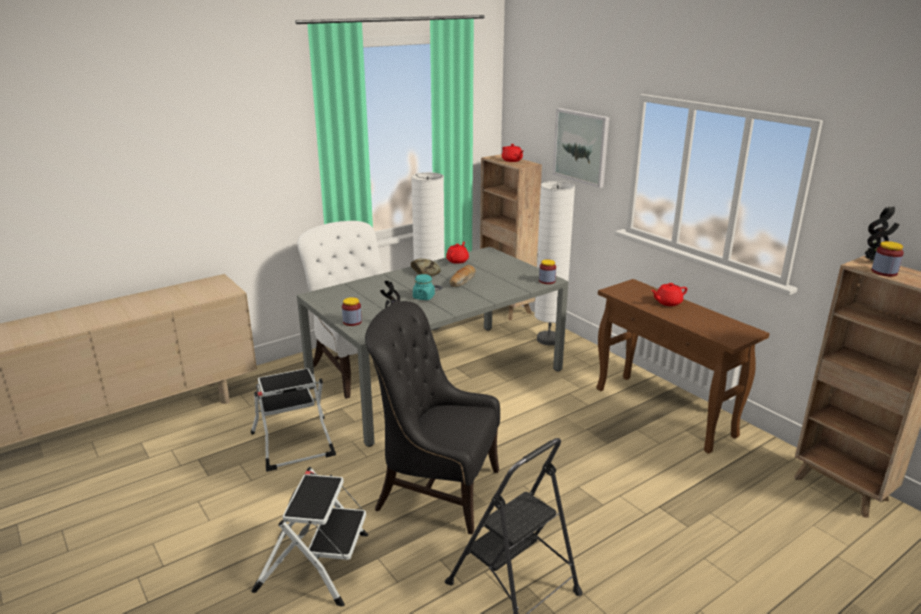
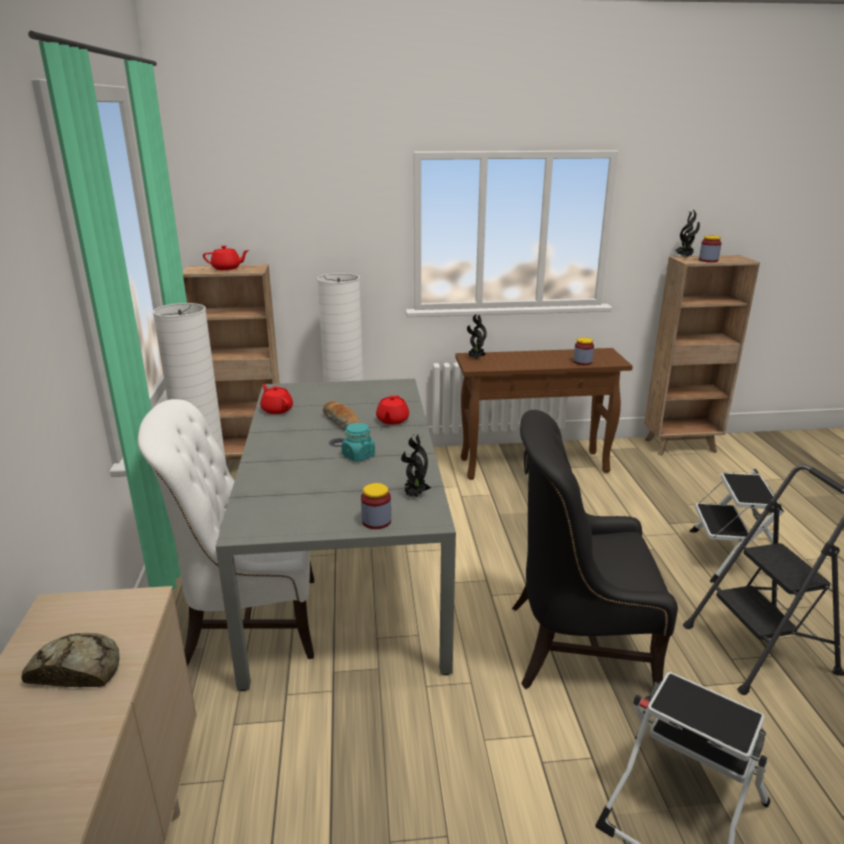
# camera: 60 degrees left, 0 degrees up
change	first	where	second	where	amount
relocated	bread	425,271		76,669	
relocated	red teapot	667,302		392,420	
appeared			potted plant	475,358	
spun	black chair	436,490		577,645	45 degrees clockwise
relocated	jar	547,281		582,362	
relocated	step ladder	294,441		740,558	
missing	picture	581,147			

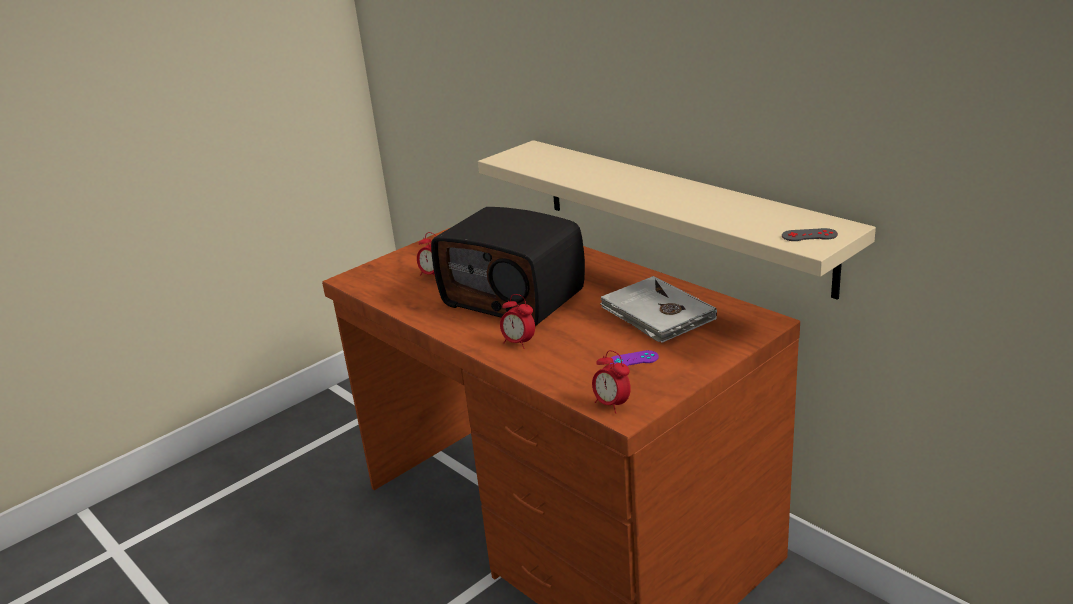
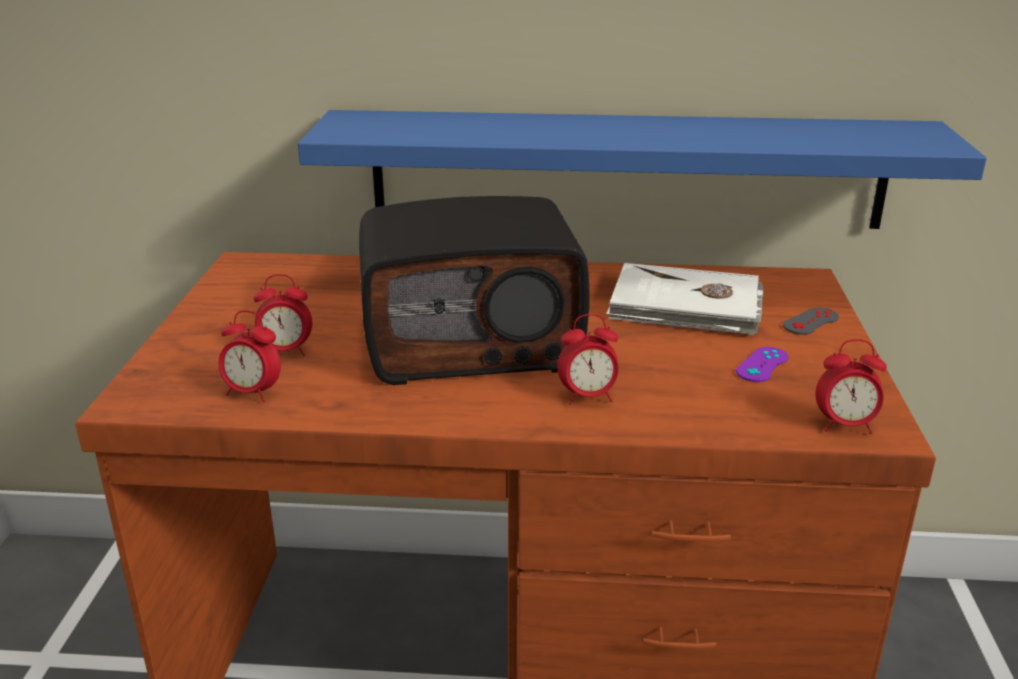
# camera: 45 degrees left, 0 degrees up
change	first	where	second	where	amount
appeared			alarm clock	253,393	
colour	beige shelf	679,213	blue shelf	626,169	
relocated	grey game controller	809,235		810,322	

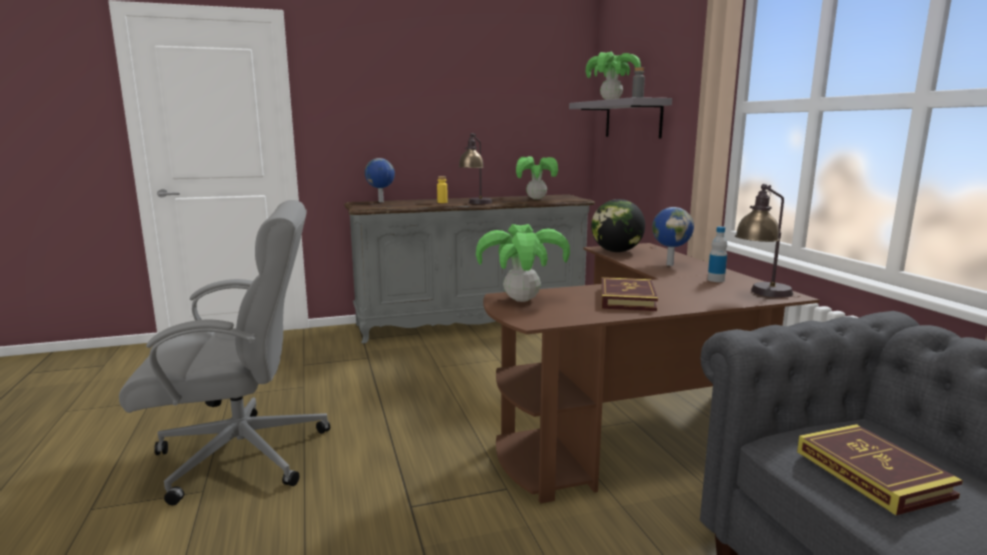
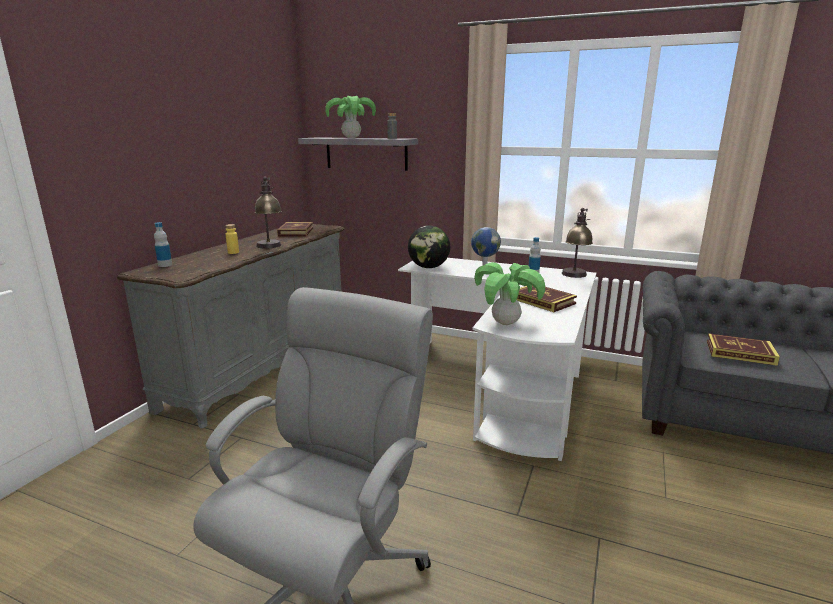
# camera: 50 degrees left, 5 degrees up
change	first	where	second	where	amount
exchanged	globe	381,202	bottle	165,265	
exchanged	potted plant	536,198	book	296,232	
colour	brown desk	640,421	white desk	505,384	

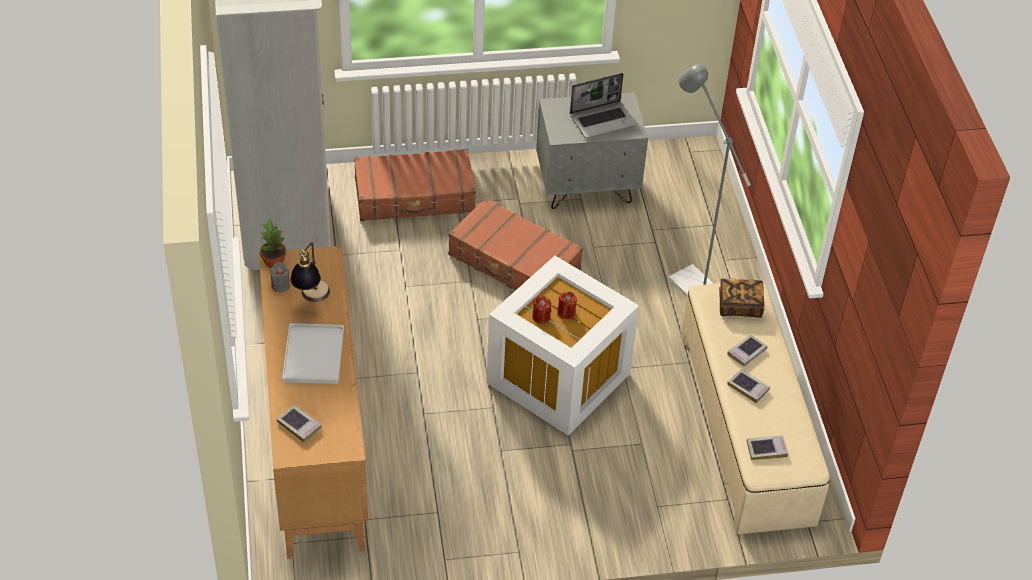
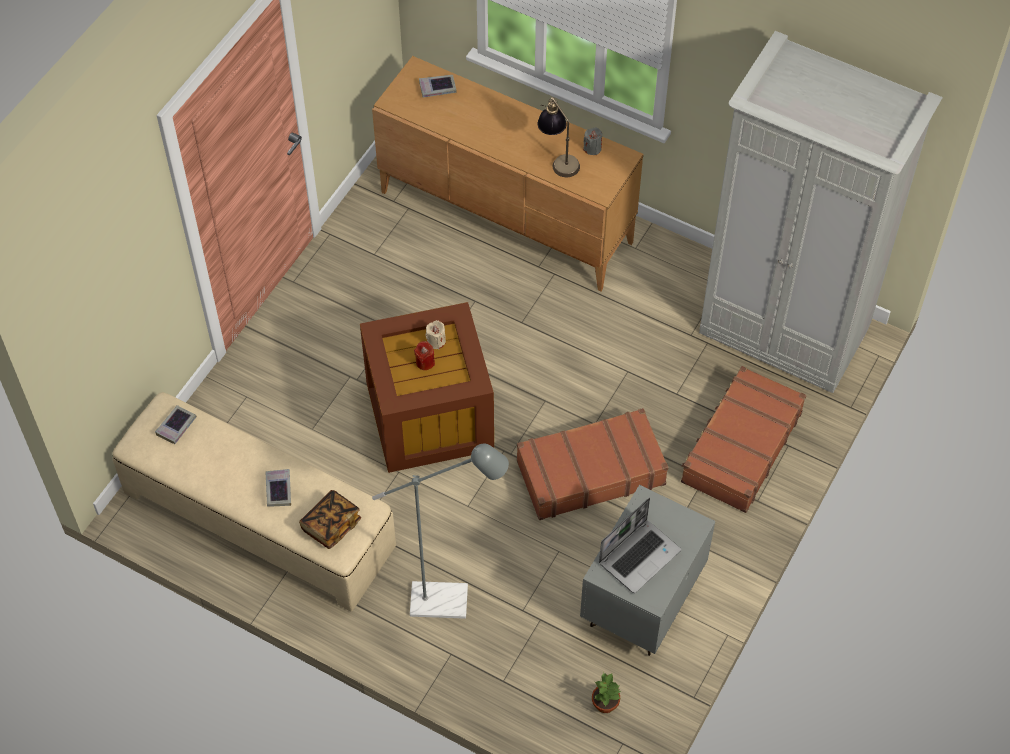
# camera: 130 degrees right, 10 degrees up
change	first	where	second	where	amount
colour	white storage box	558,380	brown storage box	427,415	
colour	red candle	541,317	beige candle	436,341	
relocated	potted plant	273,261		605,704	
spun	laptop	603,120		639,555	150 degrees counterclockwise
missing	white tray	314,356			
missing	book	748,387			

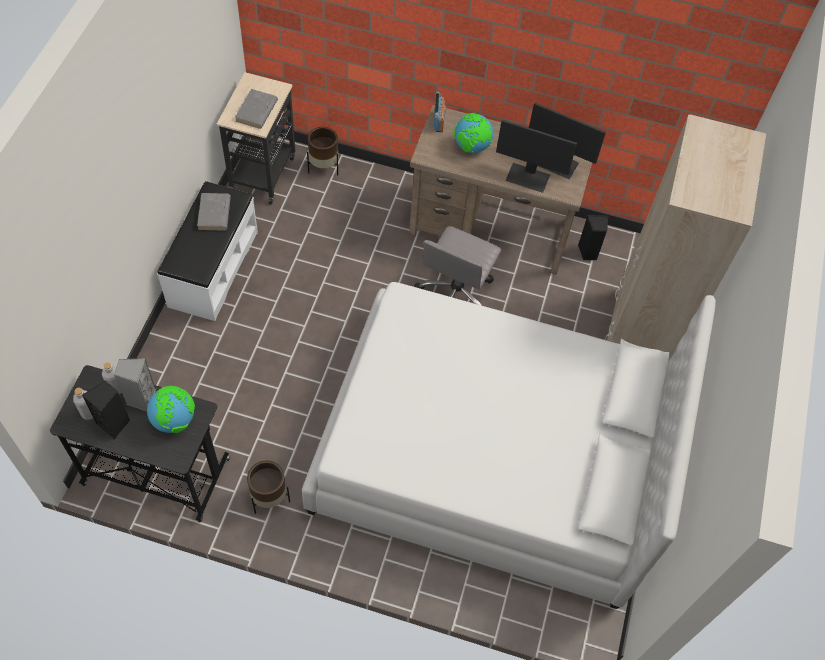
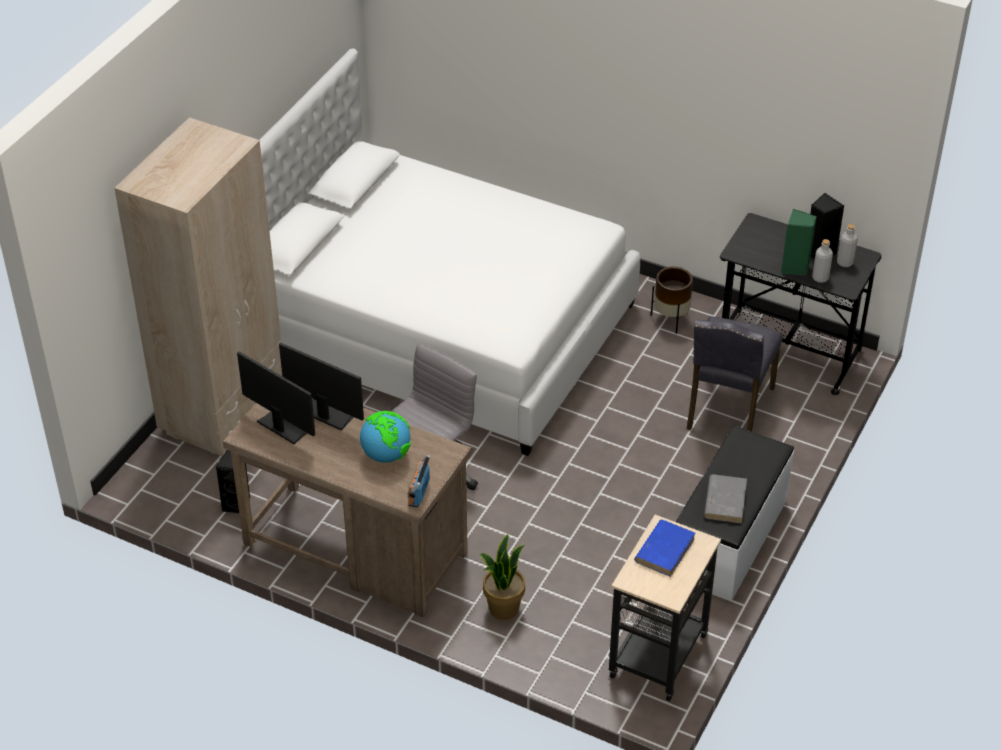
# camera: 165 degrees left, 15 degrees down
change	first	where	second	where	amount
appeared			potted plant	503,608	
colour	grey book	256,111	blue book	665,549	
appeared			grey chair	727,409	
colour	grey speaker	141,398	green speaker	795,268	
missing	globe	174,420			
missing	brown planter	324,167			

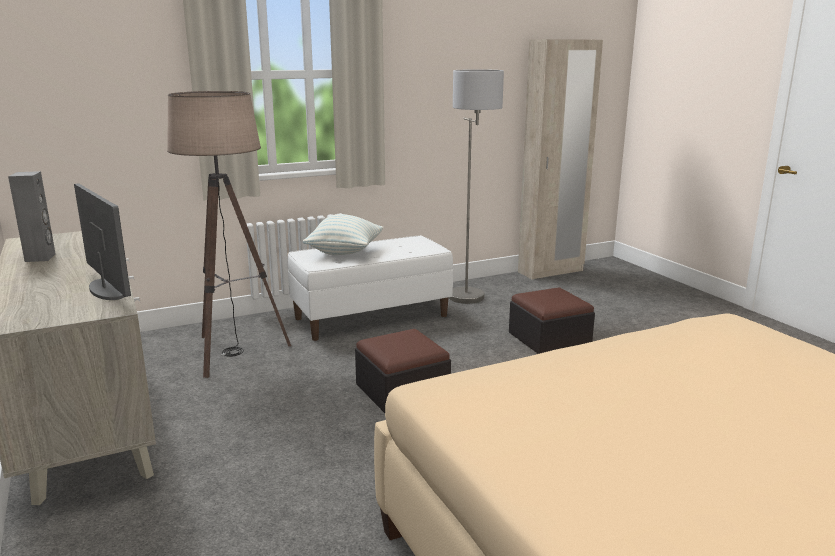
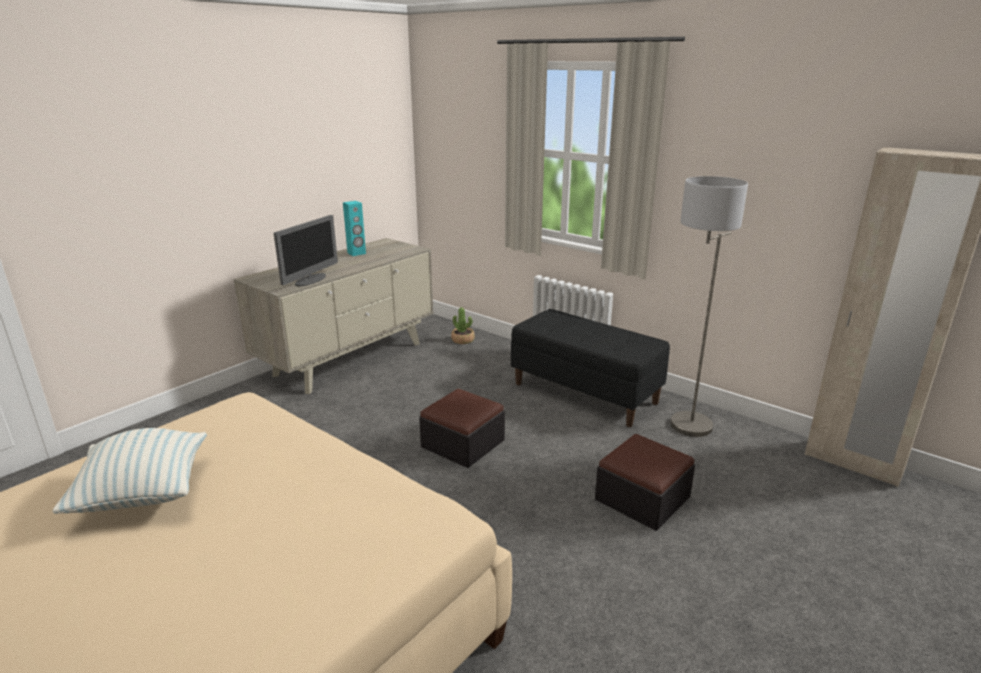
# camera: 65 degrees right, 5 degrees up
change	first	where	second	where	amount
relocated	pillow	345,252		143,495	
colour	grey speaker	41,258	turquoise speaker	356,253	
appeared			potted plant	463,340	
colour	white bench	371,317	black bench	585,393	
missing	floor lamp	234,352			

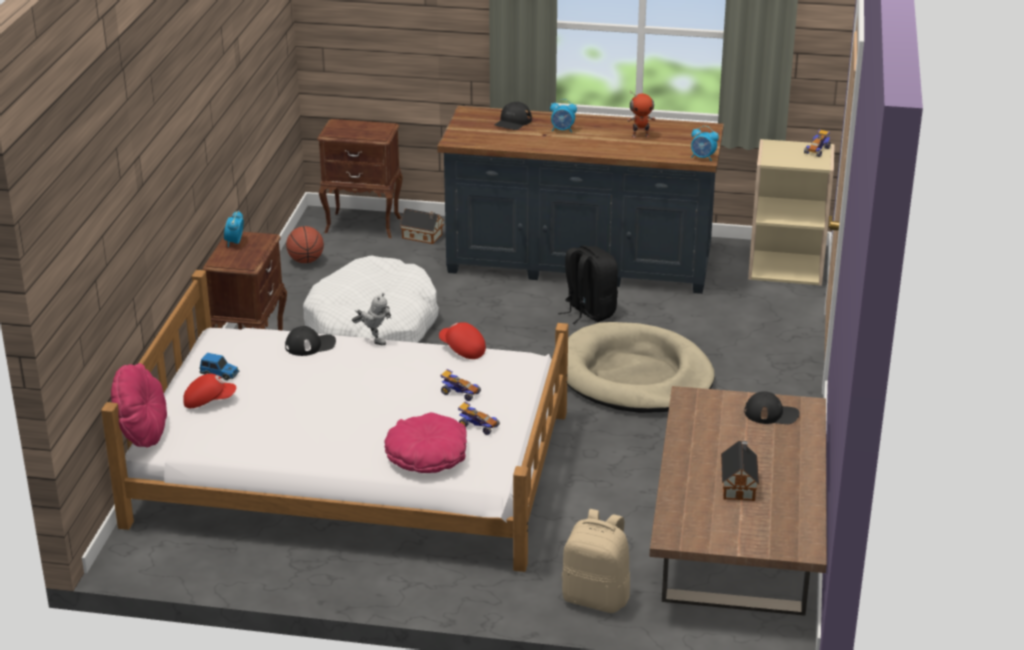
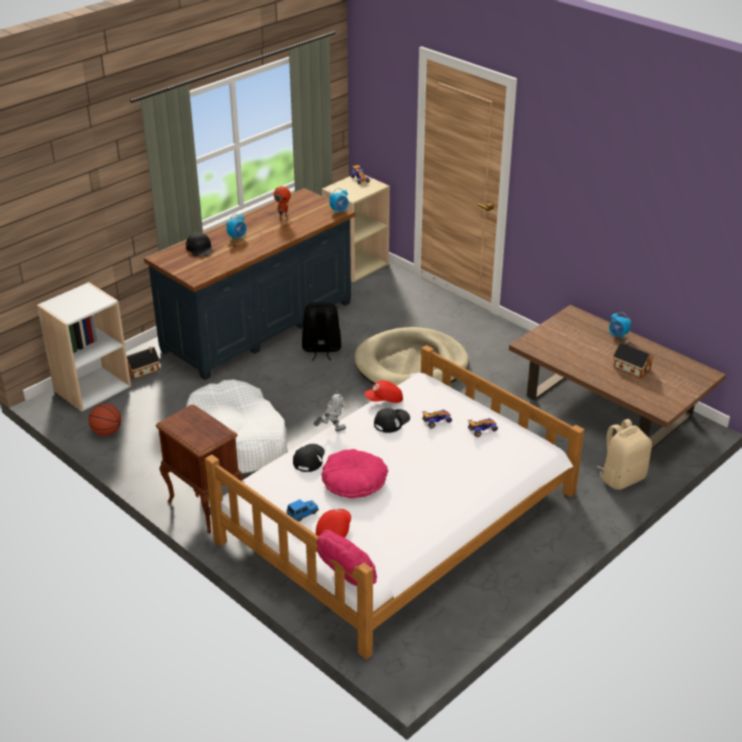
# camera: 55 degrees left, 5 degrees up
change	first	where	second	where	amount
exchanged	brown nightstand	363,225	white bookcase	92,388	
relocated	pink pillow	426,455		353,482	
relocated	black cap	771,414		391,421	
relocated	alarm clock	234,242		617,336	

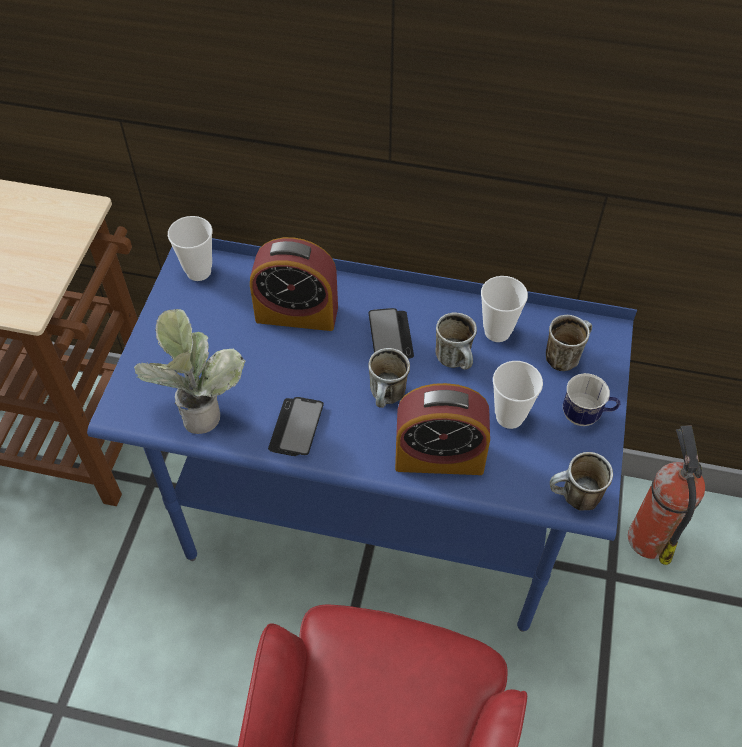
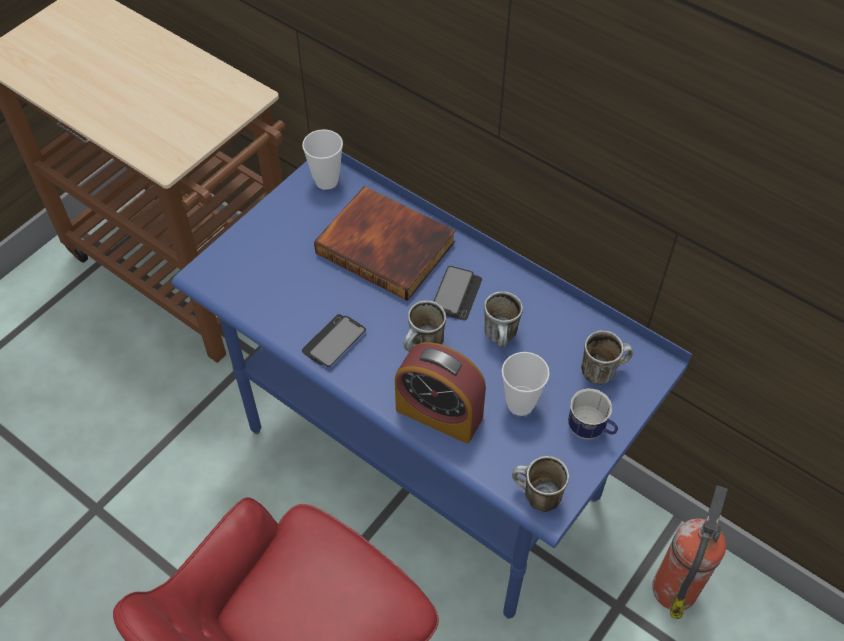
# camera: 25 degrees right, 0 degrees up
change	first	where	second	where	amount
exchanged	alarm clock	297,313	book	387,246	
missing	potted plant	199,409			
missing	cup	497,331			

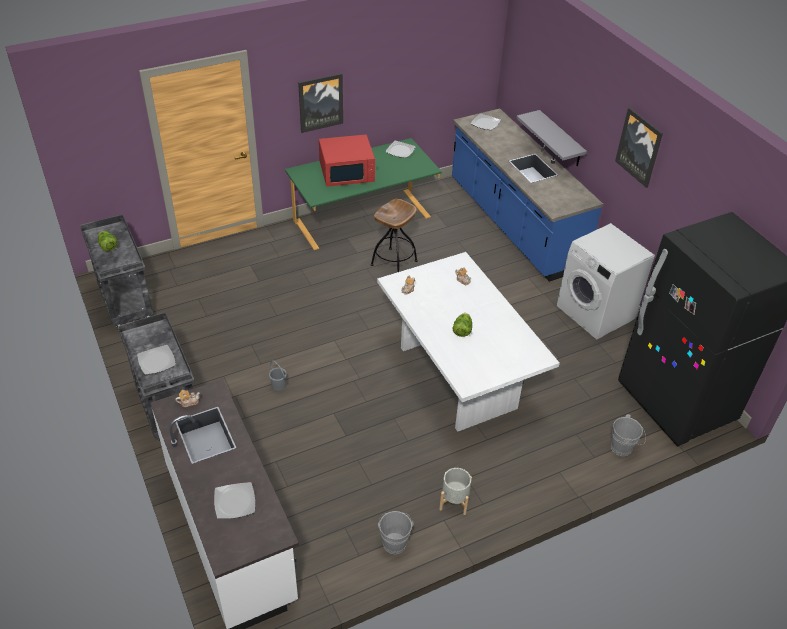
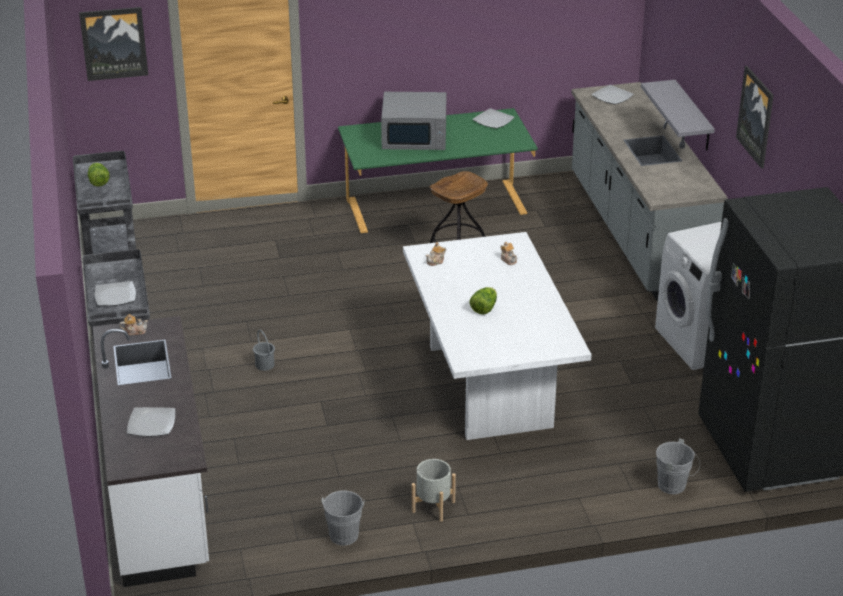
# camera: 15 degrees right, 10 degrees down
change	first	where	second	where	amount
relocated	picture	320,102		114,43	
colour	red microwave	347,172	grey microwave	415,137	
colour	blue counter	513,224	grey counter	636,233	

